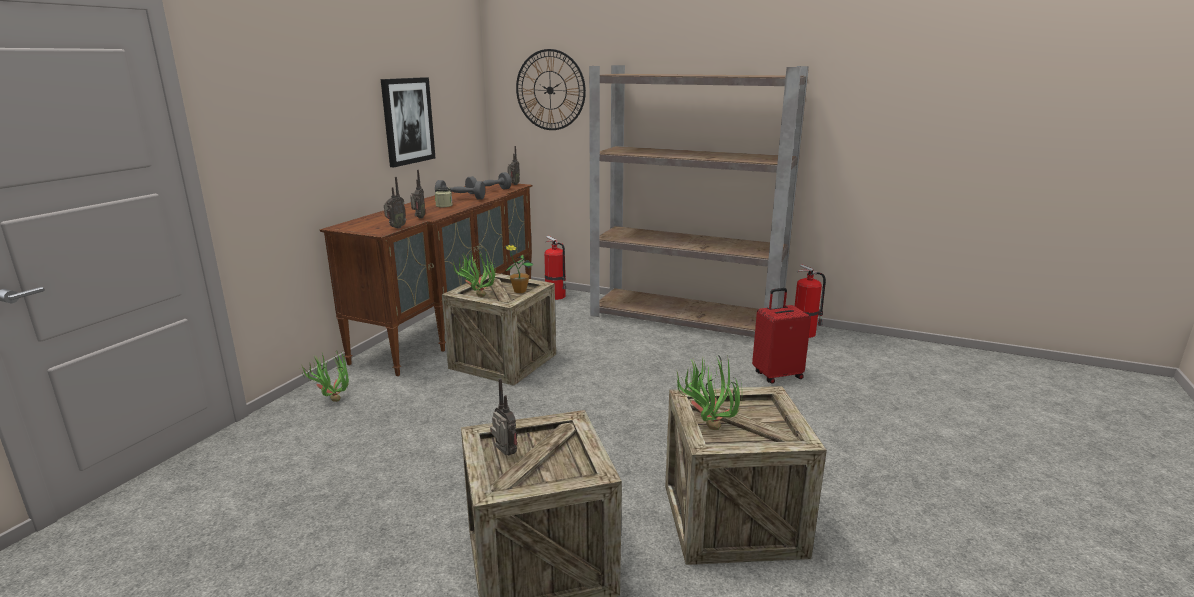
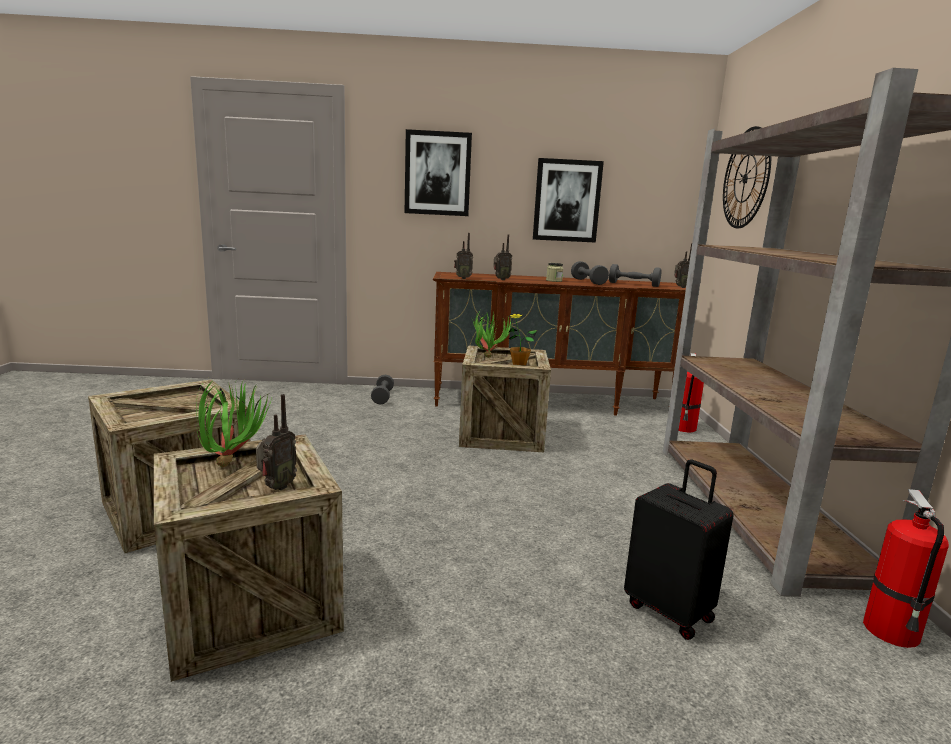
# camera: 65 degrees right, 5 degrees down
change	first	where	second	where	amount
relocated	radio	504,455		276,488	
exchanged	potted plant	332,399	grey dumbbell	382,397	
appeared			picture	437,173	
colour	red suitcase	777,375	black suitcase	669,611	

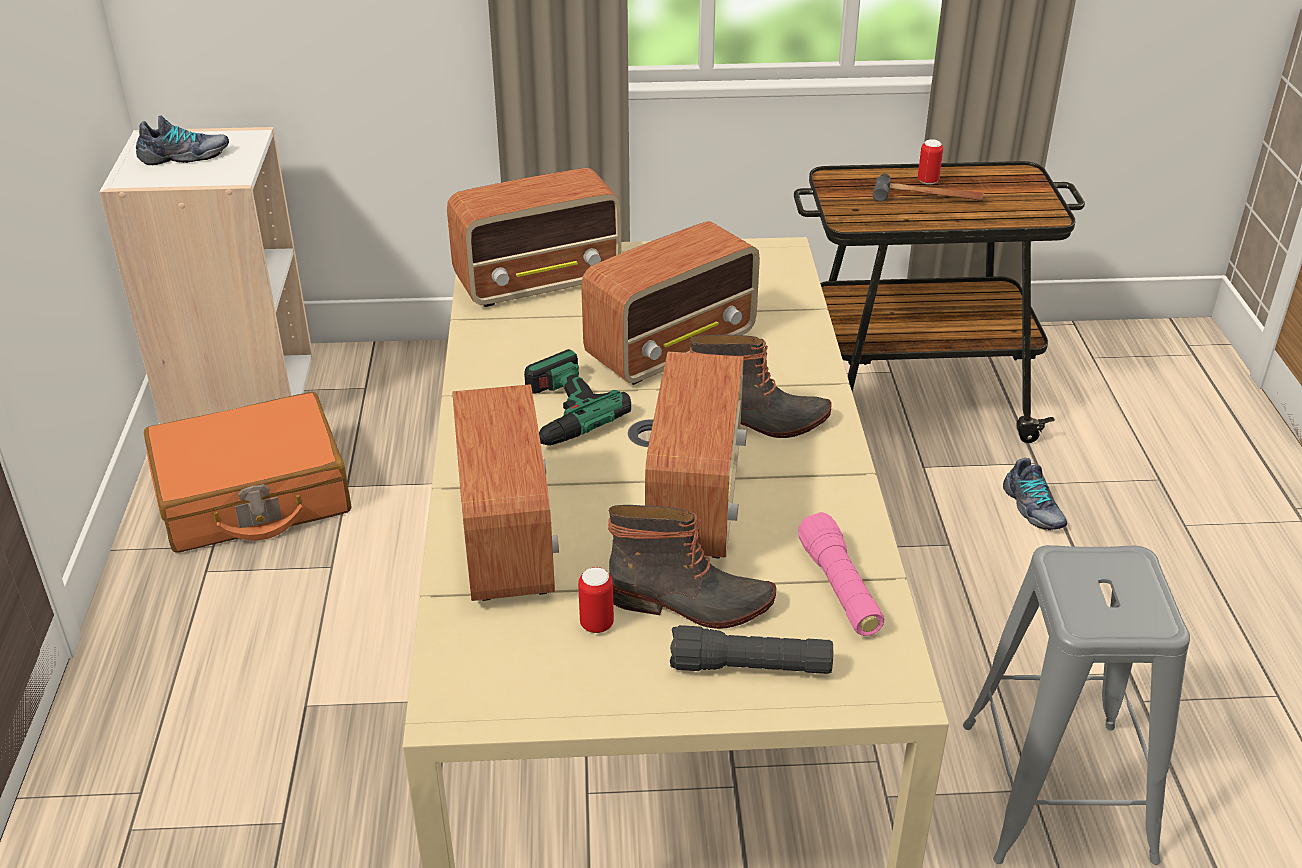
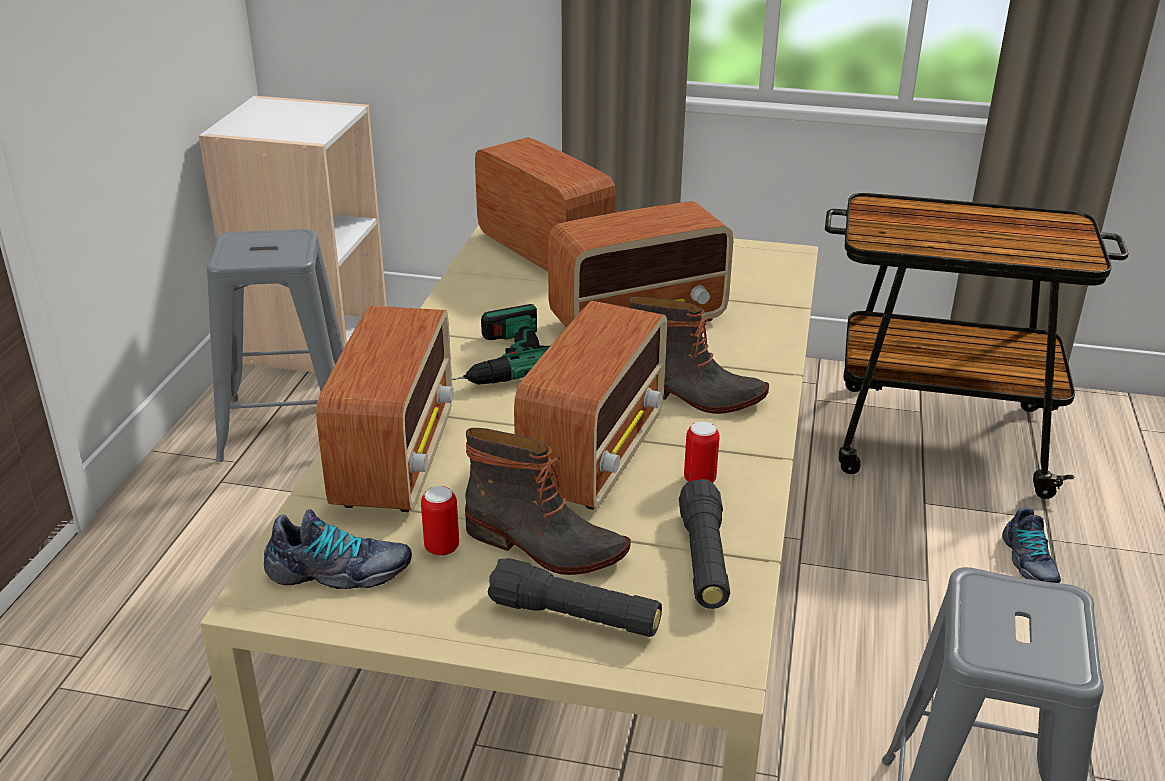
# camera: 15 degrees right, 5 degrees down
change	first	where	second	where	amount
exchanged	orange suitcase	253,495	grey stool	287,426	
relocated	shoe	184,156		339,572	
spun	radio	540,281		543,251	120 degrees counterclockwise
colour	pink flashlight	839,588	black flashlight	704,559	
relocated	can	928,181		699,480	
missing	hammer	927,198			

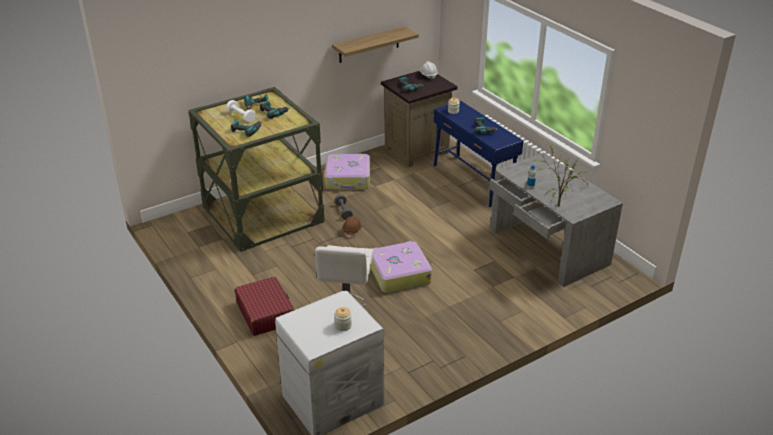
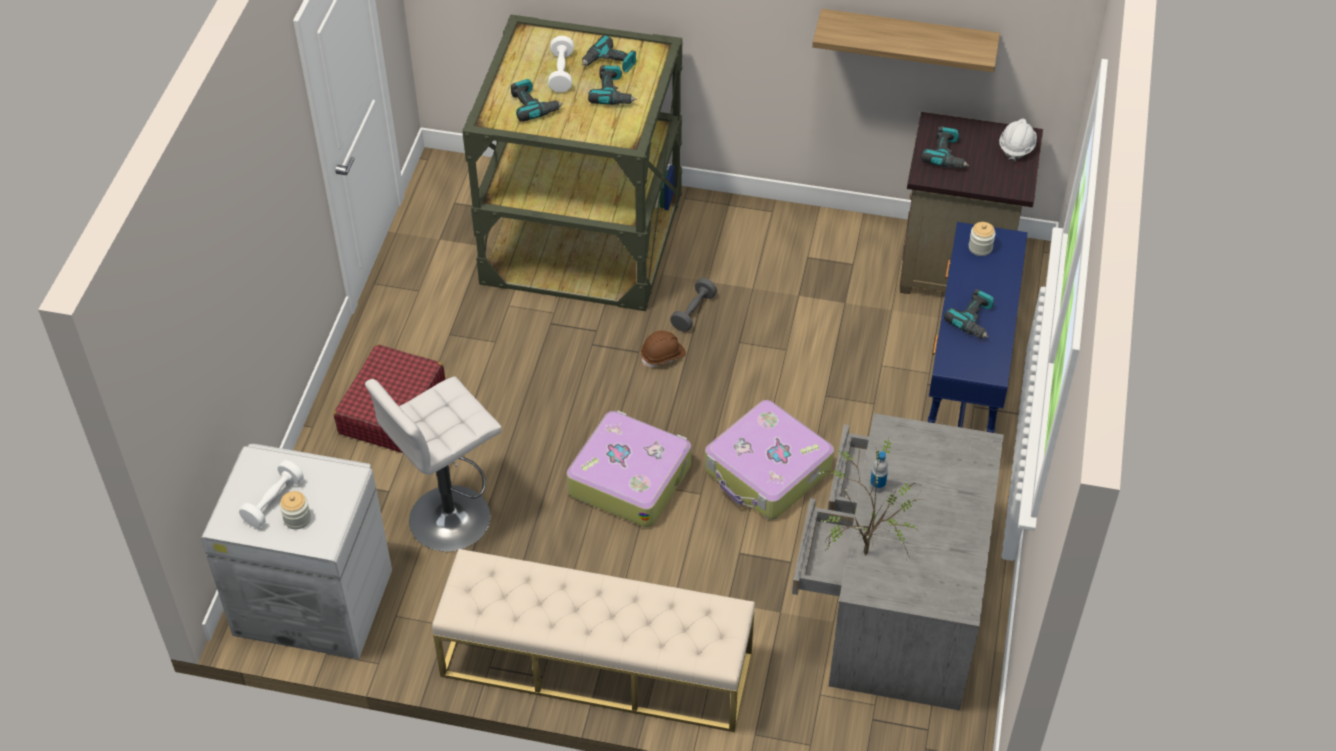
# camera: 45 degrees right, 15 degrees up
change	first	where	second	where	amount
appeared			white dumbbell	273,501	
appeared			beige bench	596,664	
relocated	suitcase	348,179		767,471	

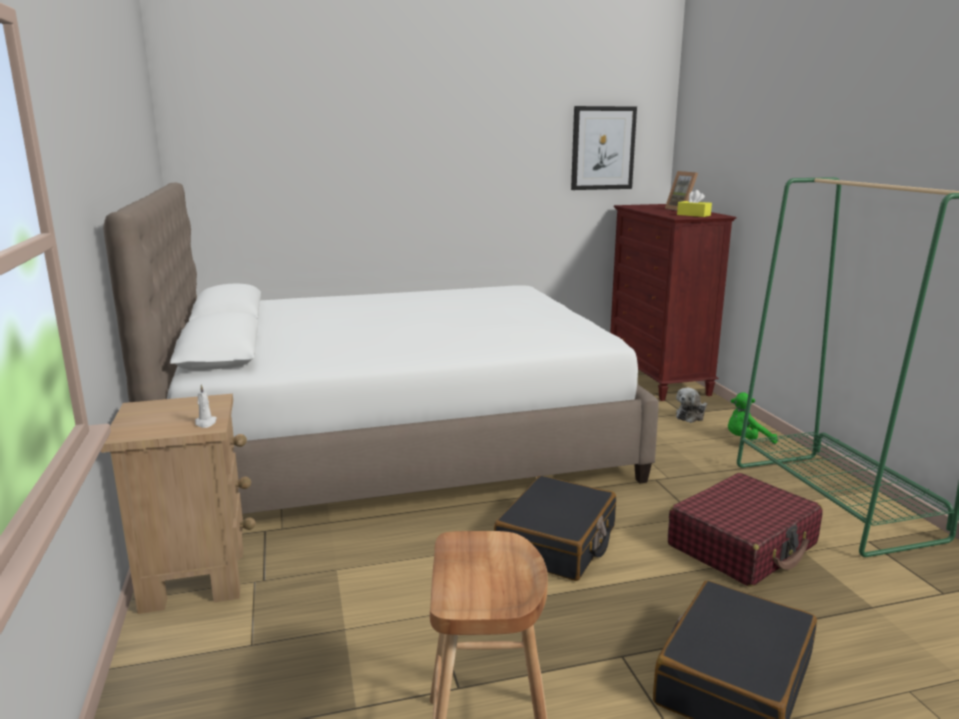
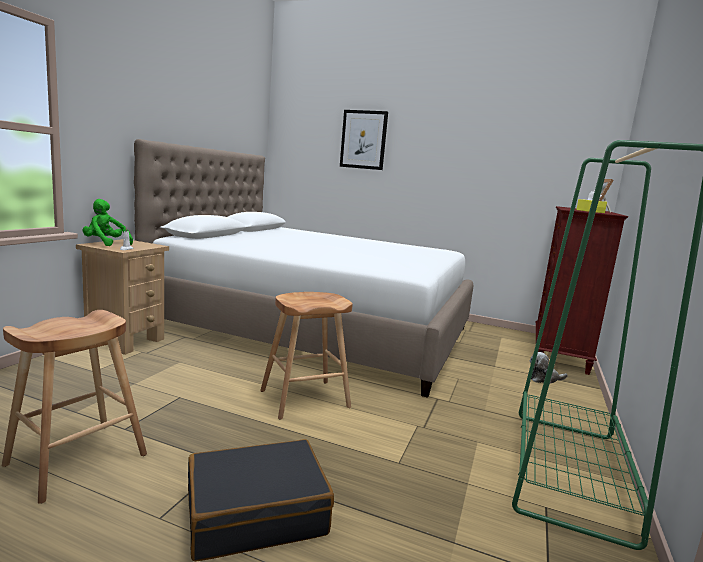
# camera: 35 degrees right, 5 degrees down
change	first	where	second	where	amount
relocated	green plush toy	746,440		105,243	
exchanged	black suitcase	557,543	brown stool	304,399	
relocated	picture	603,148		363,140	
missing	red suitcase	743,545			

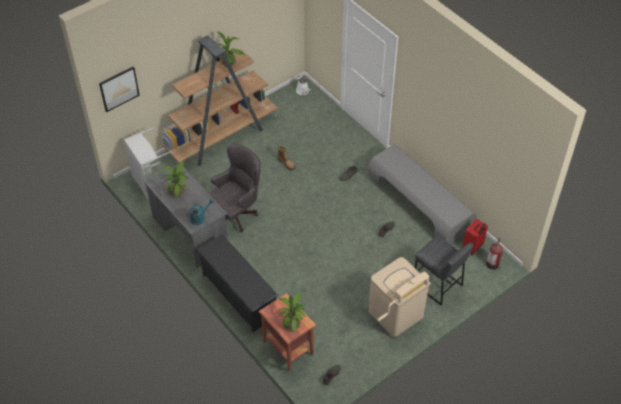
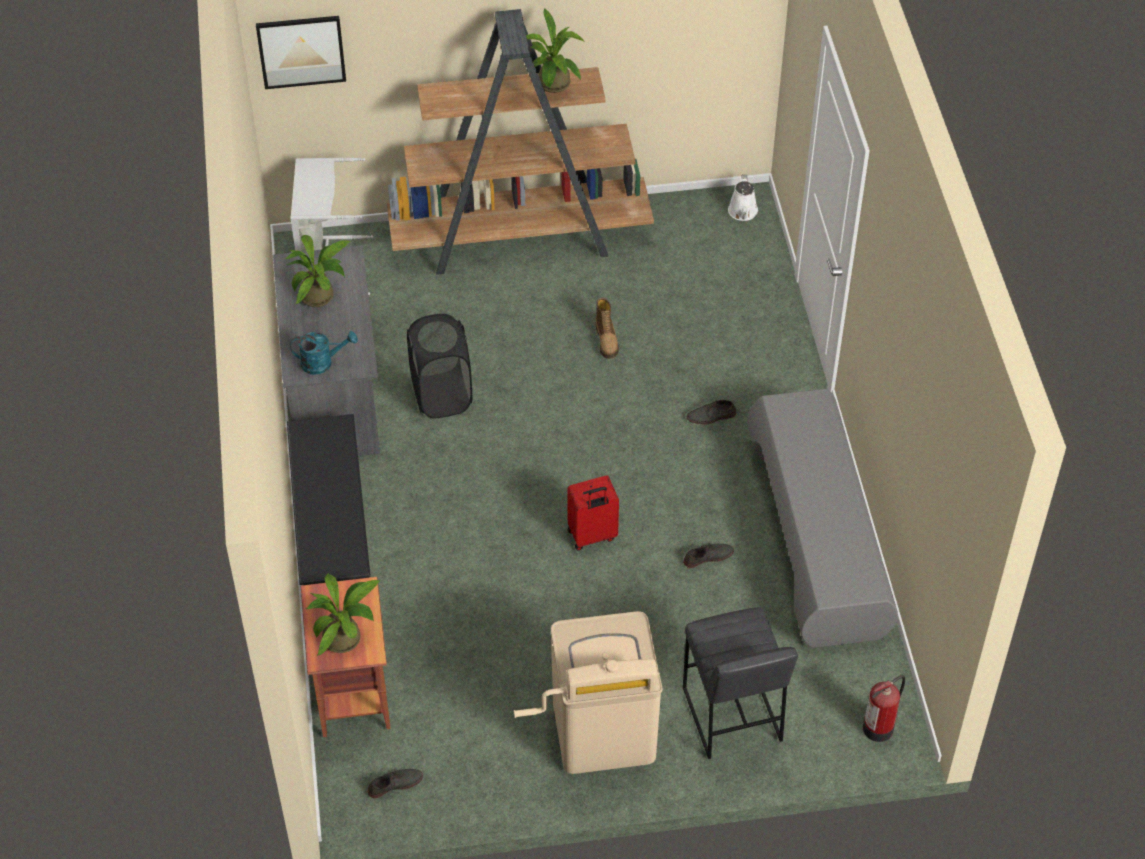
# camera: 30 degrees right, 0 degrees up
change	first	where	second	where	amount
exchanged	grey office chair	236,214	black laundry basket	442,396	
relocated	red suitcase	472,247		592,536	

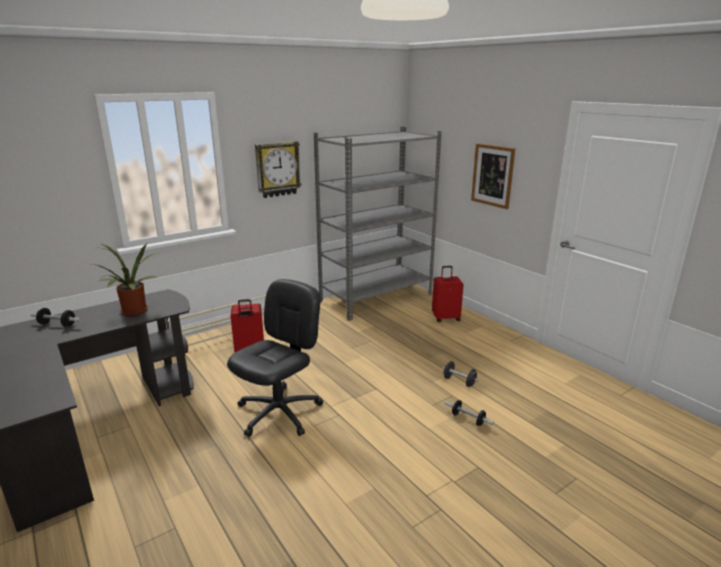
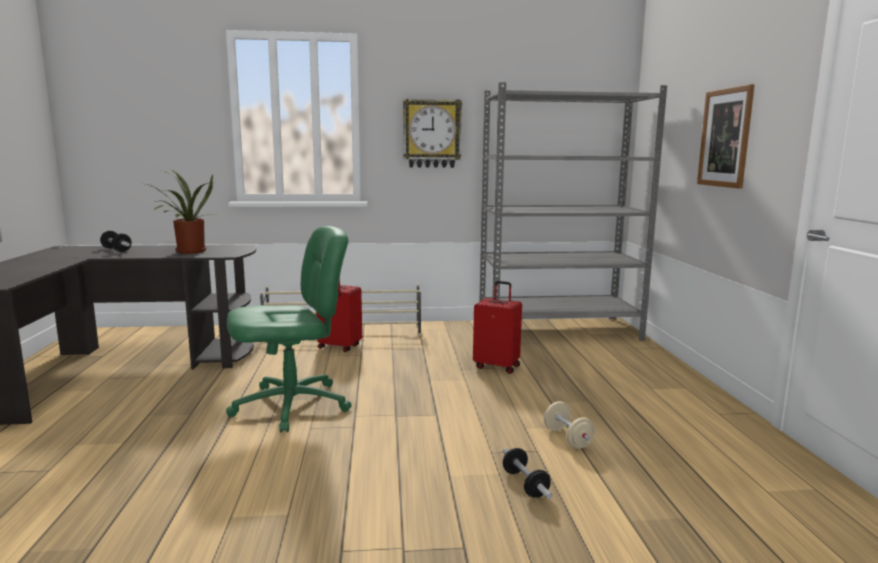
# camera: 30 degrees right, 10 degrees down
change	first	where	second	where	amount
colour	black office chair	279,412	green office chair	292,405	
relocated	red suitcase	445,318		497,366	
colour	black dumbbell	459,381	beige dumbbell	568,438	

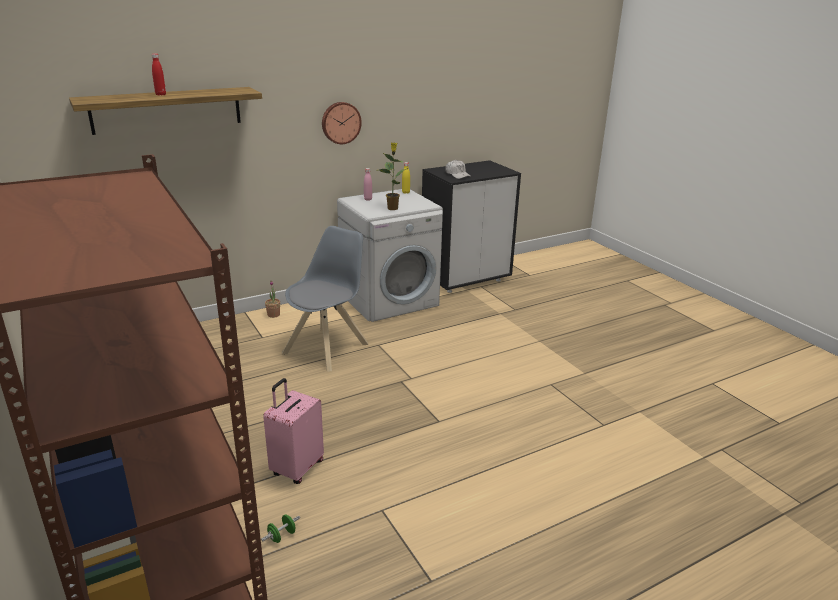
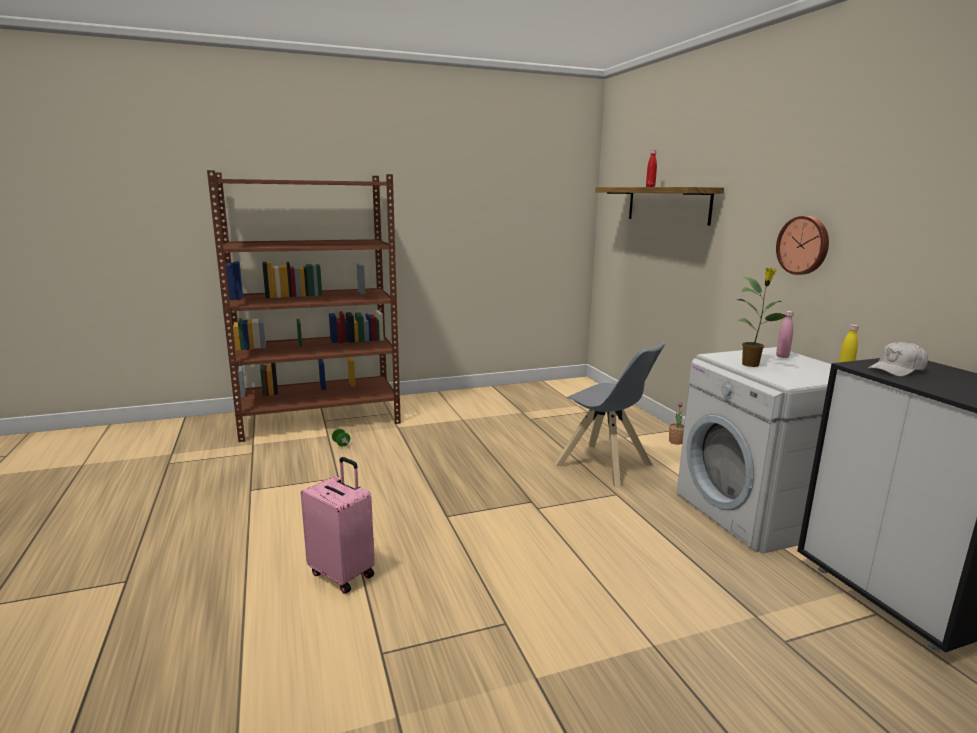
# camera: 100 degrees right, 10 degrees down
change	first	where	second	where	amount
relocated	pink suitcase	296,468		343,574	

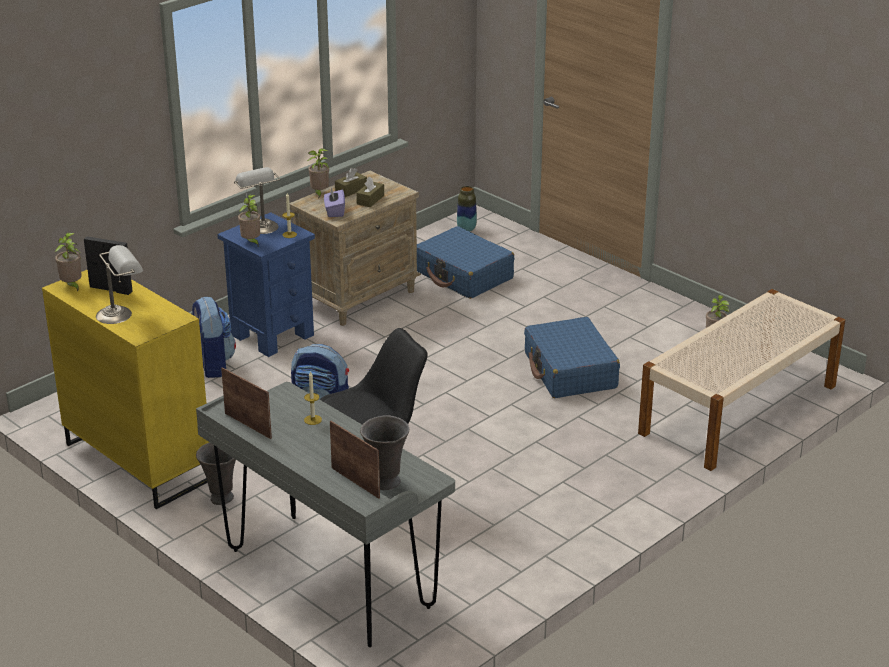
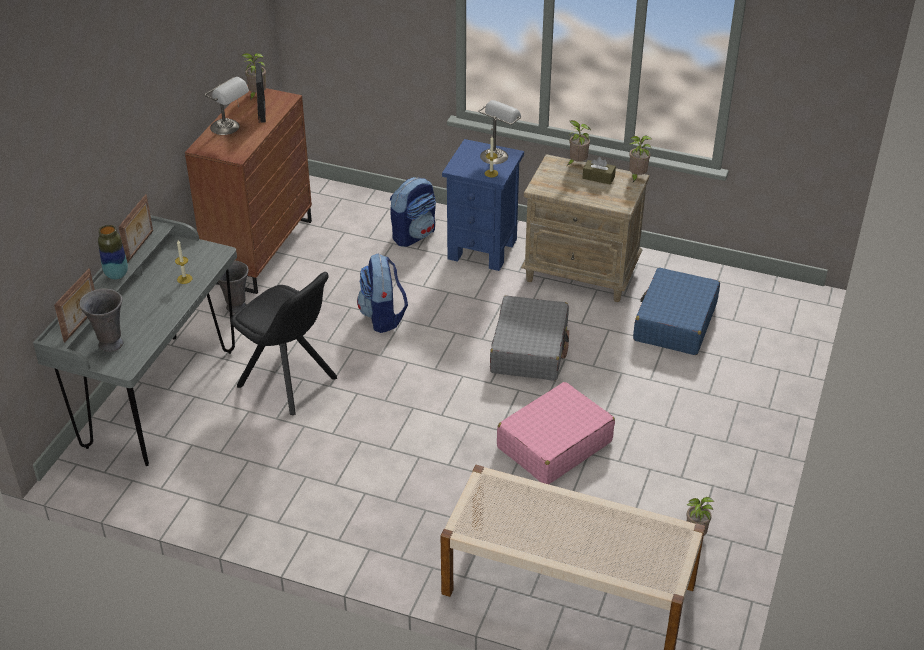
# camera: 65 degrees right, 10 degrees up
change	first	where	second	where	amount
relocated	vase	466,229		116,274	
colour	yellow dresser	136,462	brown dresser	259,250	
appeared			grey suitcase	529,349	
colour	blue suitcase	570,371	pink suitcase	554,444	
relocated	potted plant	251,242		636,177	
missing	purple tissue box	334,211			
missing	brown tissue box	370,200			

